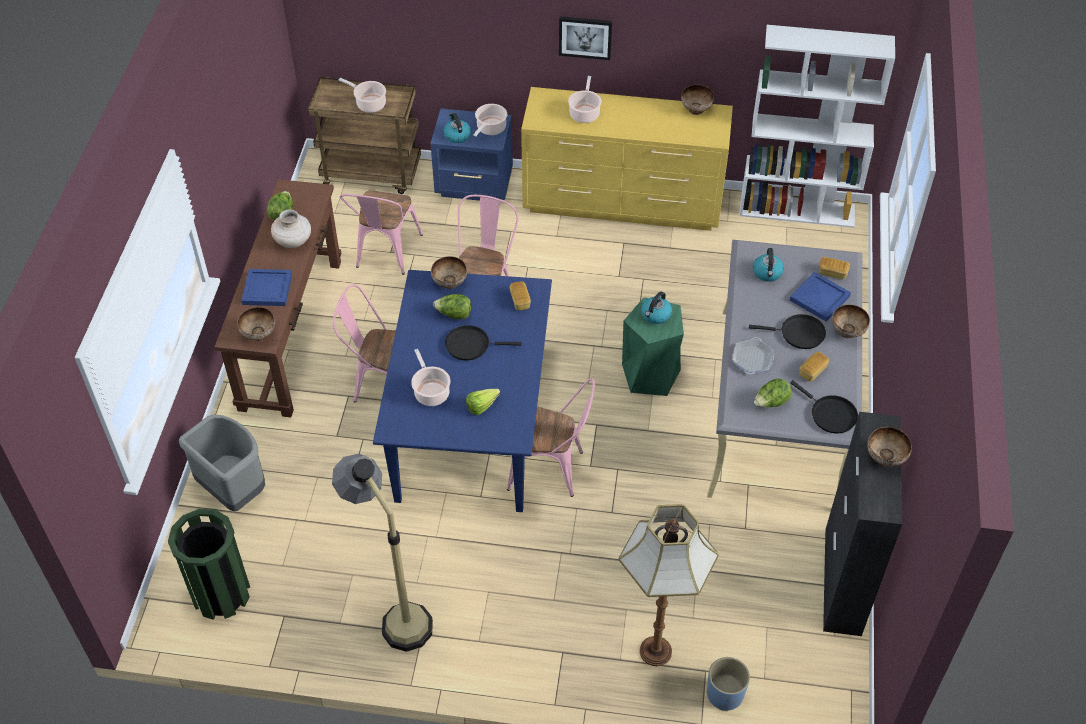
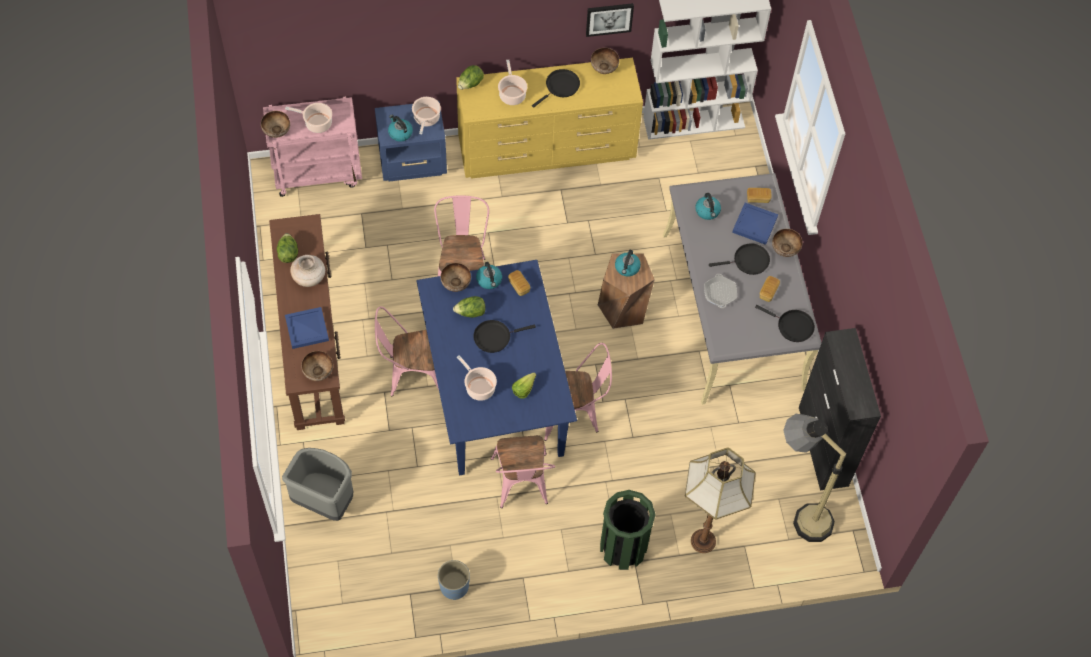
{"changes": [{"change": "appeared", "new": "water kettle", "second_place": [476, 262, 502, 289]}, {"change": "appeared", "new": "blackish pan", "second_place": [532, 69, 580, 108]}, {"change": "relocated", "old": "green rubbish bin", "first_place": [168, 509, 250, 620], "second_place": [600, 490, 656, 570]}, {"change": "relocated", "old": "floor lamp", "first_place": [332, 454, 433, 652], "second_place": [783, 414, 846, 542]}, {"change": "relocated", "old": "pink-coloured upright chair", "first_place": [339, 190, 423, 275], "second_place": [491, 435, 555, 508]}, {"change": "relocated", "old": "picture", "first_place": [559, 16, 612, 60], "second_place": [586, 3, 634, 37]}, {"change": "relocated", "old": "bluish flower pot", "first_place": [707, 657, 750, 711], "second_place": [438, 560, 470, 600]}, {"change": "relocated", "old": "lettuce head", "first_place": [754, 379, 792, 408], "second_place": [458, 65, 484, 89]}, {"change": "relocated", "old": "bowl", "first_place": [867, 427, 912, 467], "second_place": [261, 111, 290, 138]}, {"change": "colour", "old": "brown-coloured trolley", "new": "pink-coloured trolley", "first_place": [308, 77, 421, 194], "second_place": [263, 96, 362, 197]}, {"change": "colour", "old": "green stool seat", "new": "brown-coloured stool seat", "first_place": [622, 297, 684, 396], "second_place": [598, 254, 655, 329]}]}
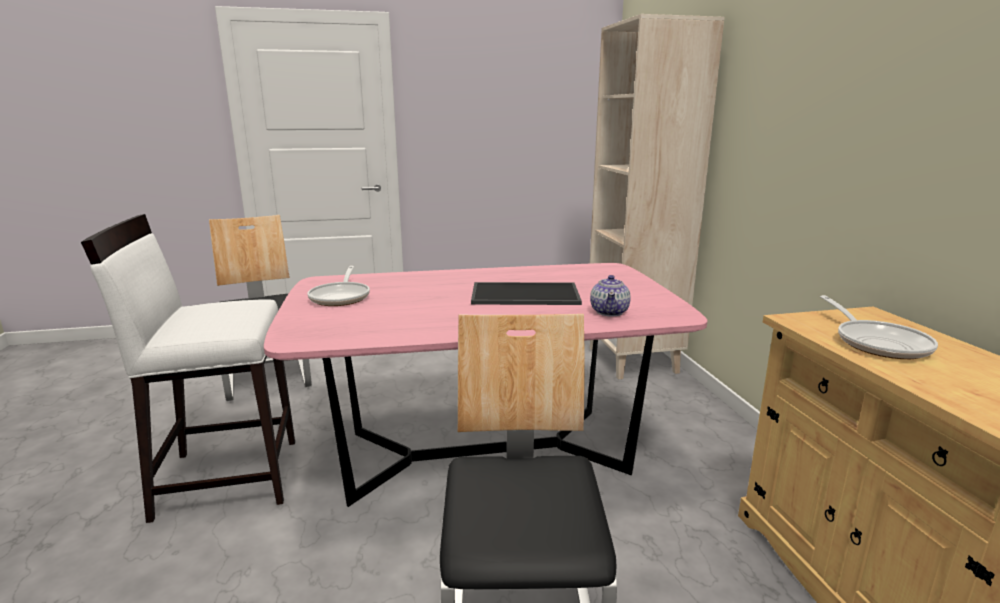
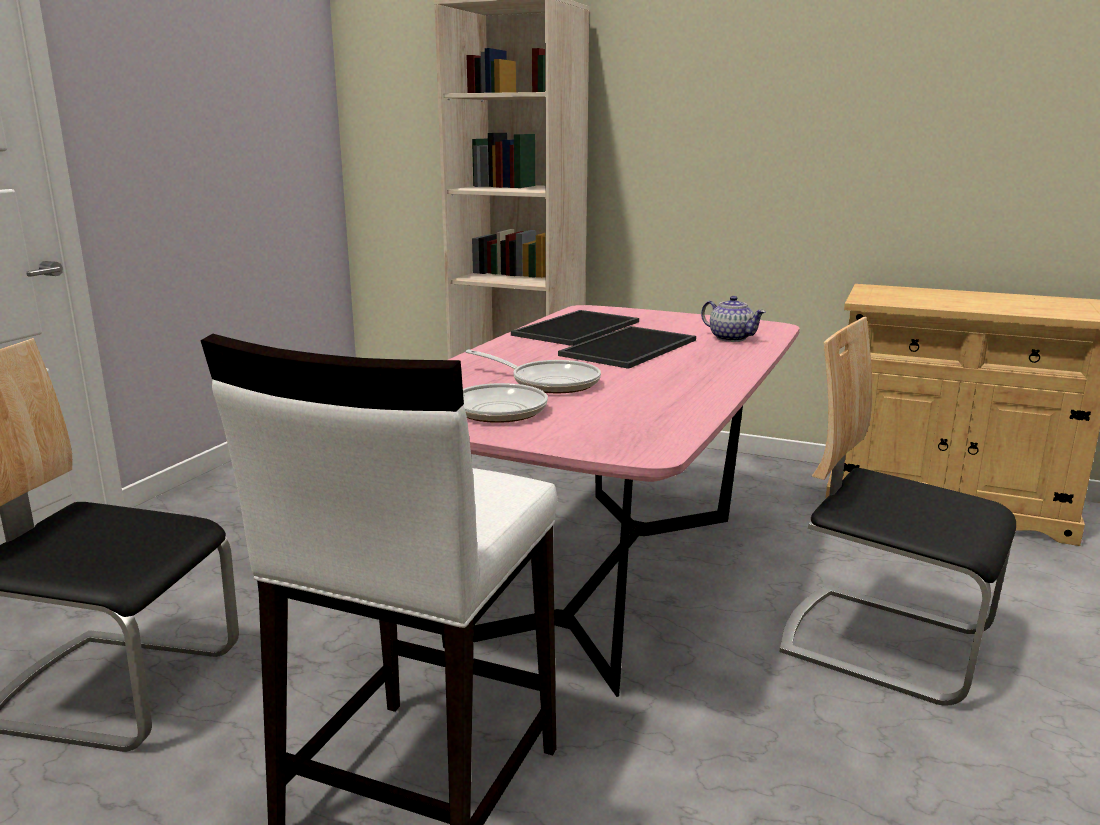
{"changes": [{"change": "appeared", "new": "tray", "second_place": [511, 310, 639, 346]}, {"change": "relocated", "old": "pan", "first_place": [820, 295, 938, 359], "second_place": [465, 349, 601, 393]}]}
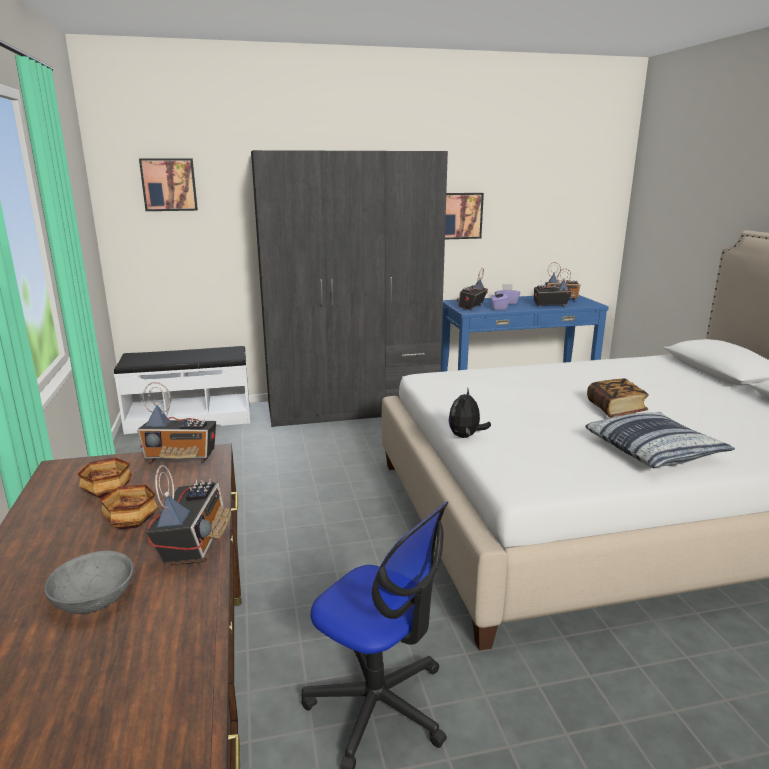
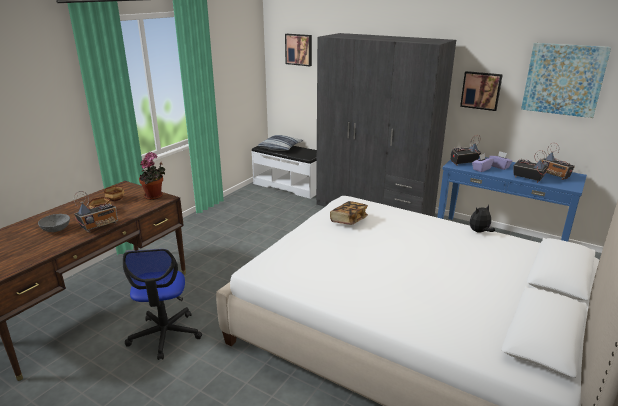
{"changes": [{"change": "appeared", "new": "picture", "second_place": [521, 43, 611, 118]}, {"change": "relocated", "old": "plush toy", "first_place": [449, 388, 491, 438], "second_place": [470, 205, 495, 233]}, {"change": "relocated", "old": "cushion", "first_place": [585, 412, 735, 468], "second_place": [258, 135, 303, 151]}, {"change": "relocated", "old": "bound book", "first_place": [587, 378, 649, 417], "second_place": [330, 201, 368, 225]}, {"change": "exchanged", "old": "radio receiver", "new": "potted plant", "first_place": [137, 382, 216, 463], "second_place": [139, 152, 165, 200]}]}
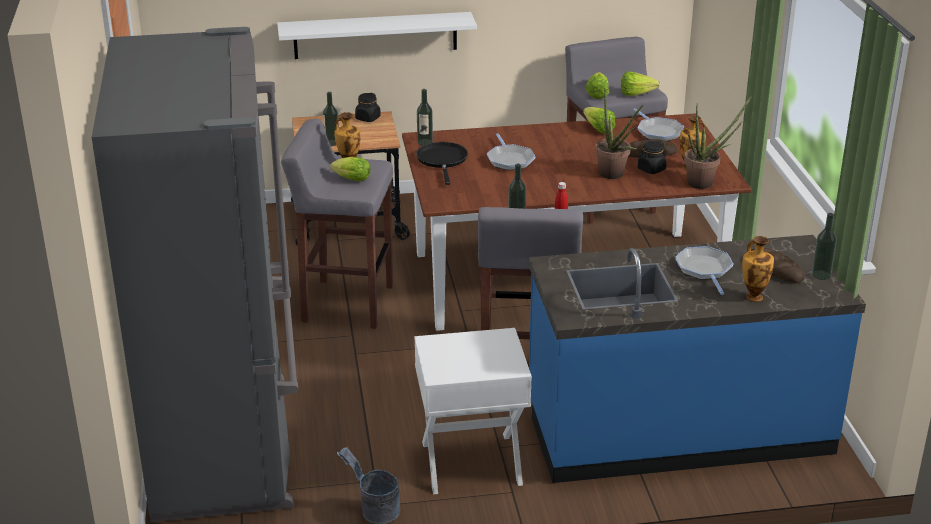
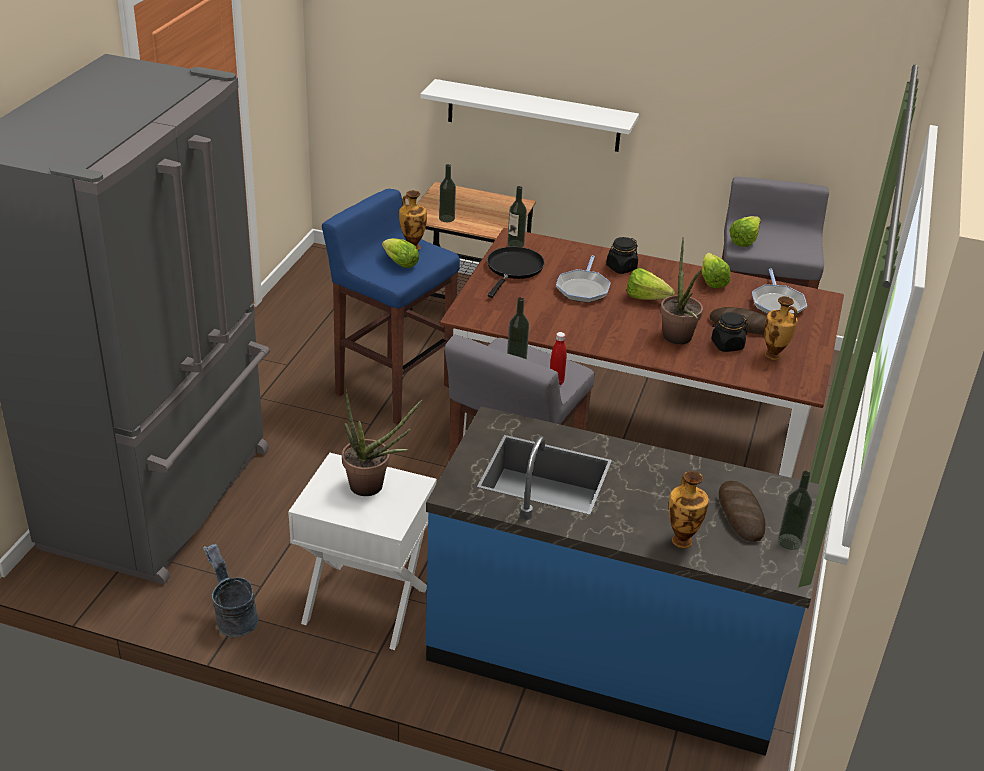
{"changes": [{"change": "missing", "old": "pan", "first_place": [675, 246, 733, 295]}, {"change": "relocated", "old": "blackish jar", "first_place": [355, 93, 381, 122], "second_place": [606, 237, 638, 274]}, {"change": "relocated", "old": "lettuce head", "first_place": [621, 72, 660, 96], "second_place": [627, 268, 675, 300]}, {"change": "relocated", "old": "potted plant", "first_place": [684, 95, 752, 189], "second_place": [342, 389, 422, 496]}, {"change": "colour", "old": "gray stool seat", "new": "bluish stool seat", "first_place": [281, 119, 393, 329], "second_place": [322, 189, 460, 425]}]}
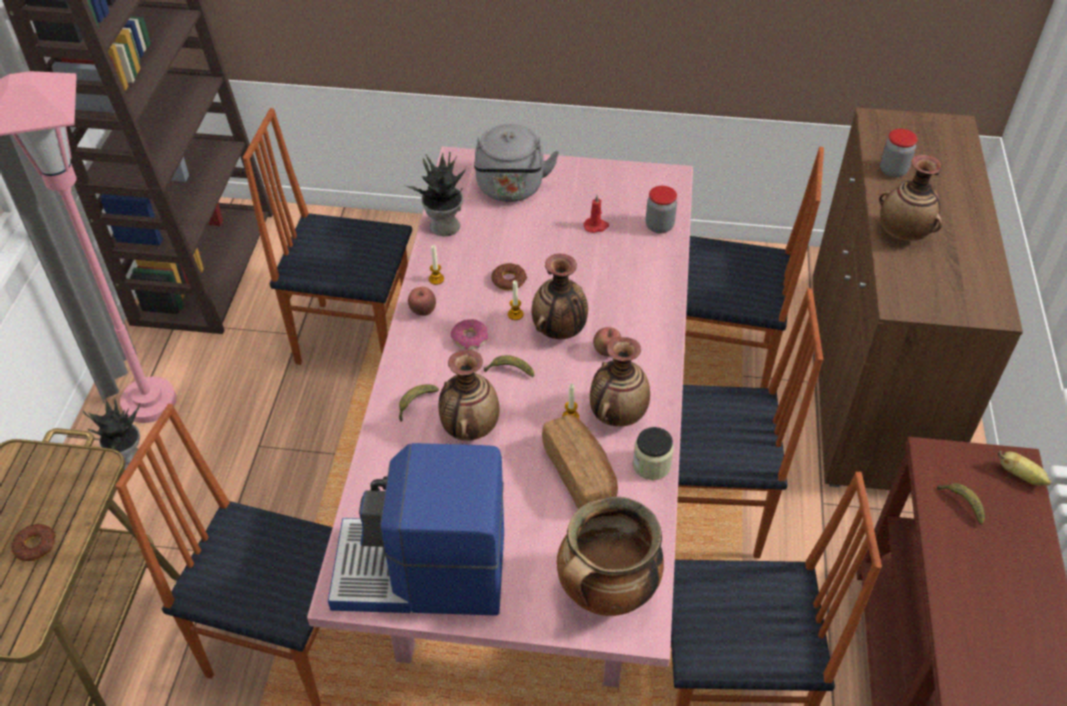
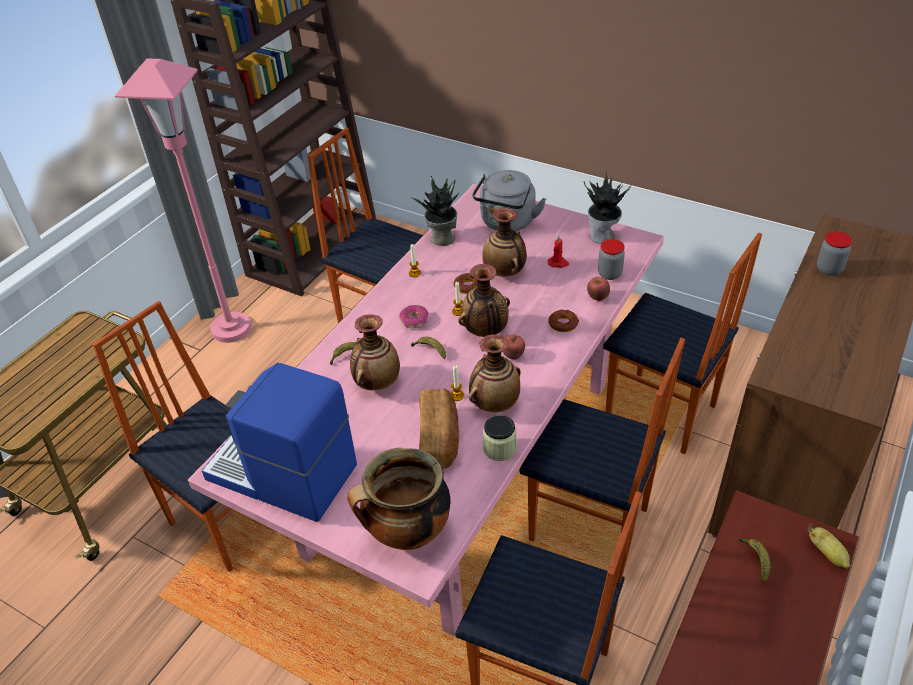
{"changes": [{"change": "relocated", "old": "ring doughnut", "first_place": [11, 524, 56, 561], "second_place": [548, 310, 579, 332]}, {"change": "relocated", "old": "potted plant", "first_place": [83, 396, 140, 469], "second_place": [584, 171, 632, 244]}, {"change": "relocated", "old": "apple fruit", "first_place": [408, 287, 436, 316], "second_place": [587, 277, 610, 301]}, {"change": "relocated", "old": "flower vase", "first_place": [879, 155, 942, 241], "second_place": [482, 208, 527, 276]}]}
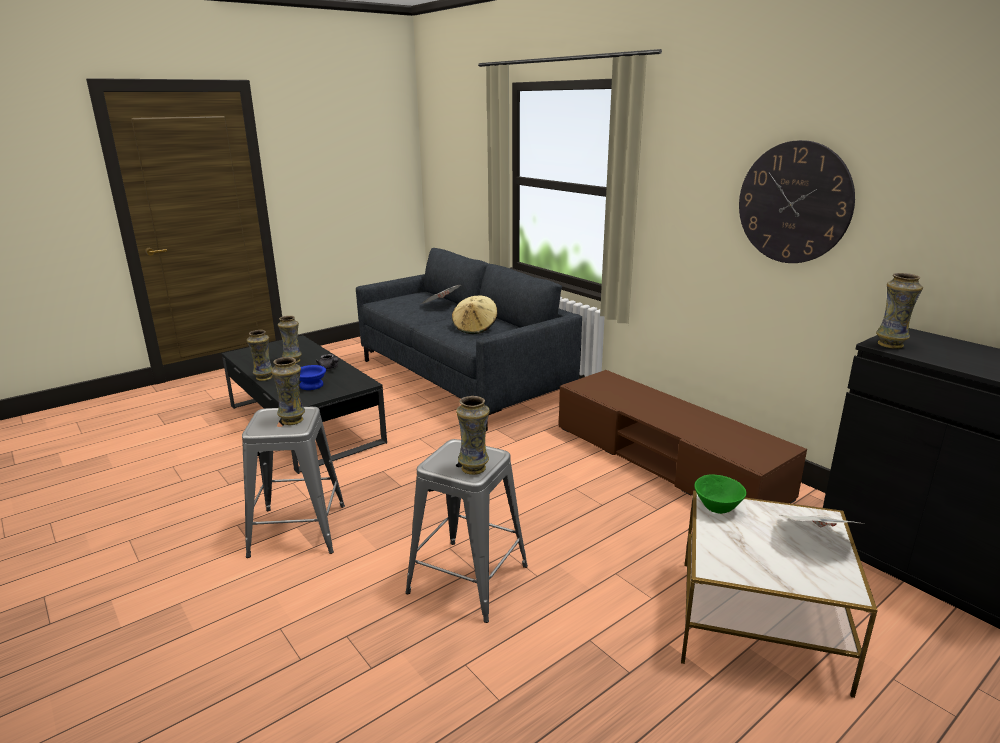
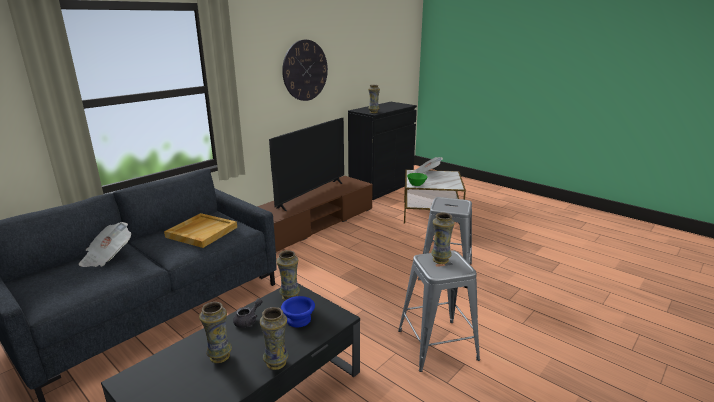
{"changes": [{"change": "appeared", "new": "TV", "second_place": [269, 118, 344, 211]}, {"change": "relocated", "old": "flower vase", "first_place": [456, 396, 490, 475], "second_place": [277, 250, 300, 301]}, {"change": "exchanged", "old": "beige wearable hat", "new": "beige tray", "first_place": [452, 296, 498, 334], "second_place": [164, 213, 237, 248]}]}
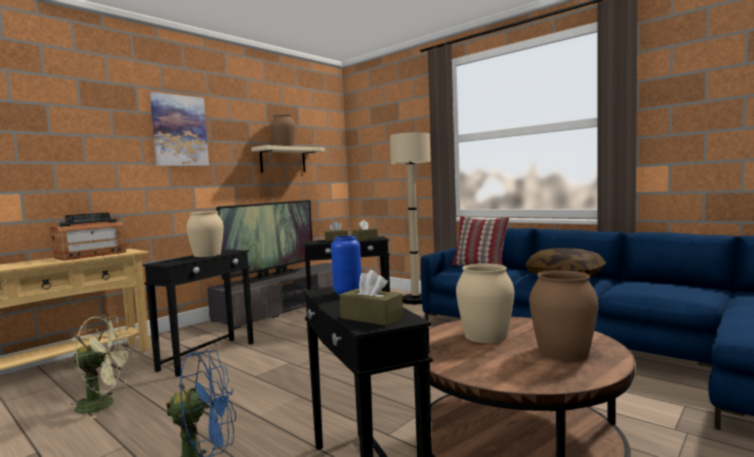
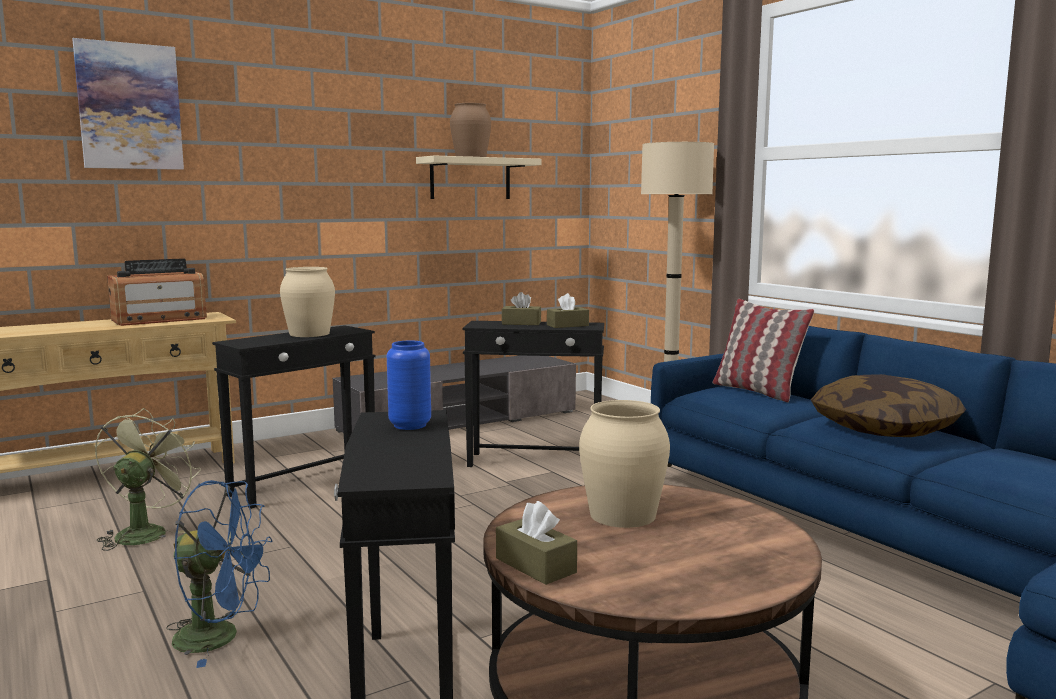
{"changes": [{"change": "missing", "old": "TV", "first_place": [216, 200, 313, 283]}, {"change": "missing", "old": "brown-coloured flower vase", "first_place": [529, 270, 599, 361]}, {"change": "relocated", "old": "picture", "first_place": [150, 92, 209, 166], "second_place": [72, 38, 184, 170]}, {"change": "relocated", "old": "brown-coloured tissue box", "first_place": [340, 270, 403, 326], "second_place": [496, 501, 577, 585]}, {"change": "spun", "old": "green cooling fan", "first_place": [70, 315, 134, 419], "second_place": [95, 408, 201, 551], "degrees": -90}]}
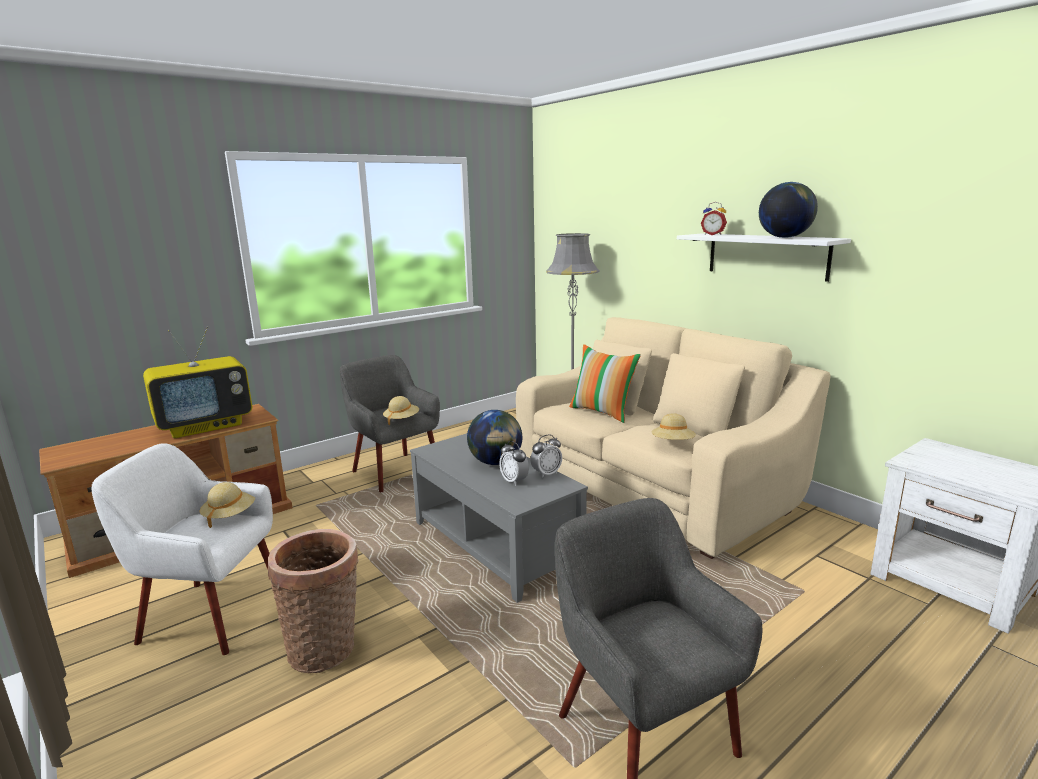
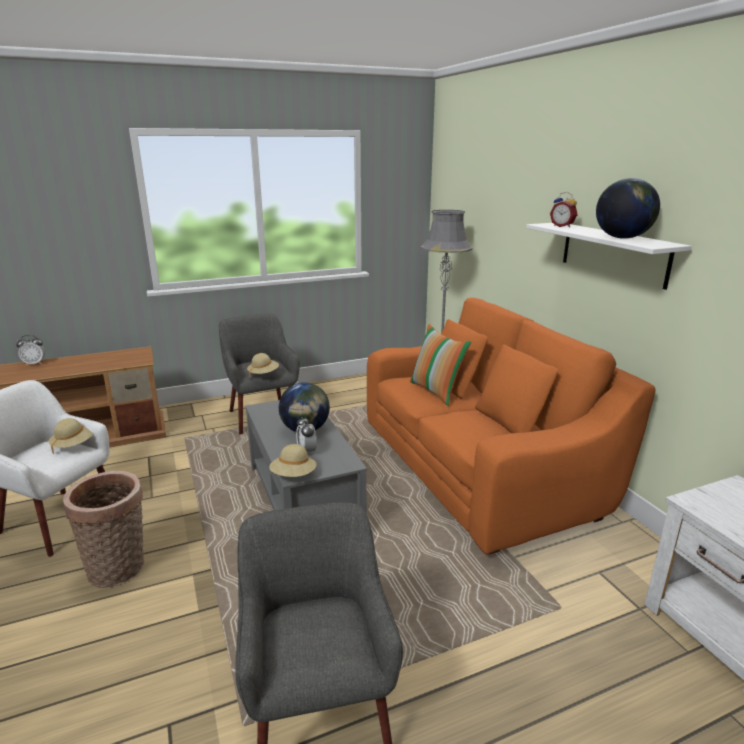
{"changes": [{"change": "missing", "old": "TV", "first_place": [143, 326, 252, 438]}, {"change": "relocated", "old": "alarm clock", "first_place": [530, 434, 562, 478], "second_place": [17, 335, 45, 366]}, {"change": "relocated", "old": "beige wearable hat", "first_place": [652, 414, 696, 440], "second_place": [269, 444, 317, 477]}, {"change": "colour", "old": "beige couch", "new": "orange-coloured couch", "first_place": [516, 317, 831, 559], "second_place": [367, 298, 655, 554]}]}
